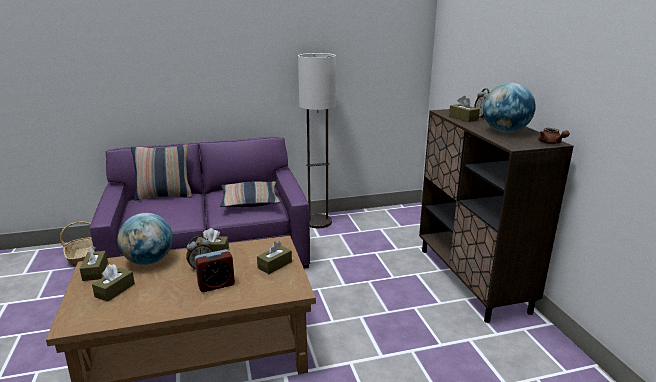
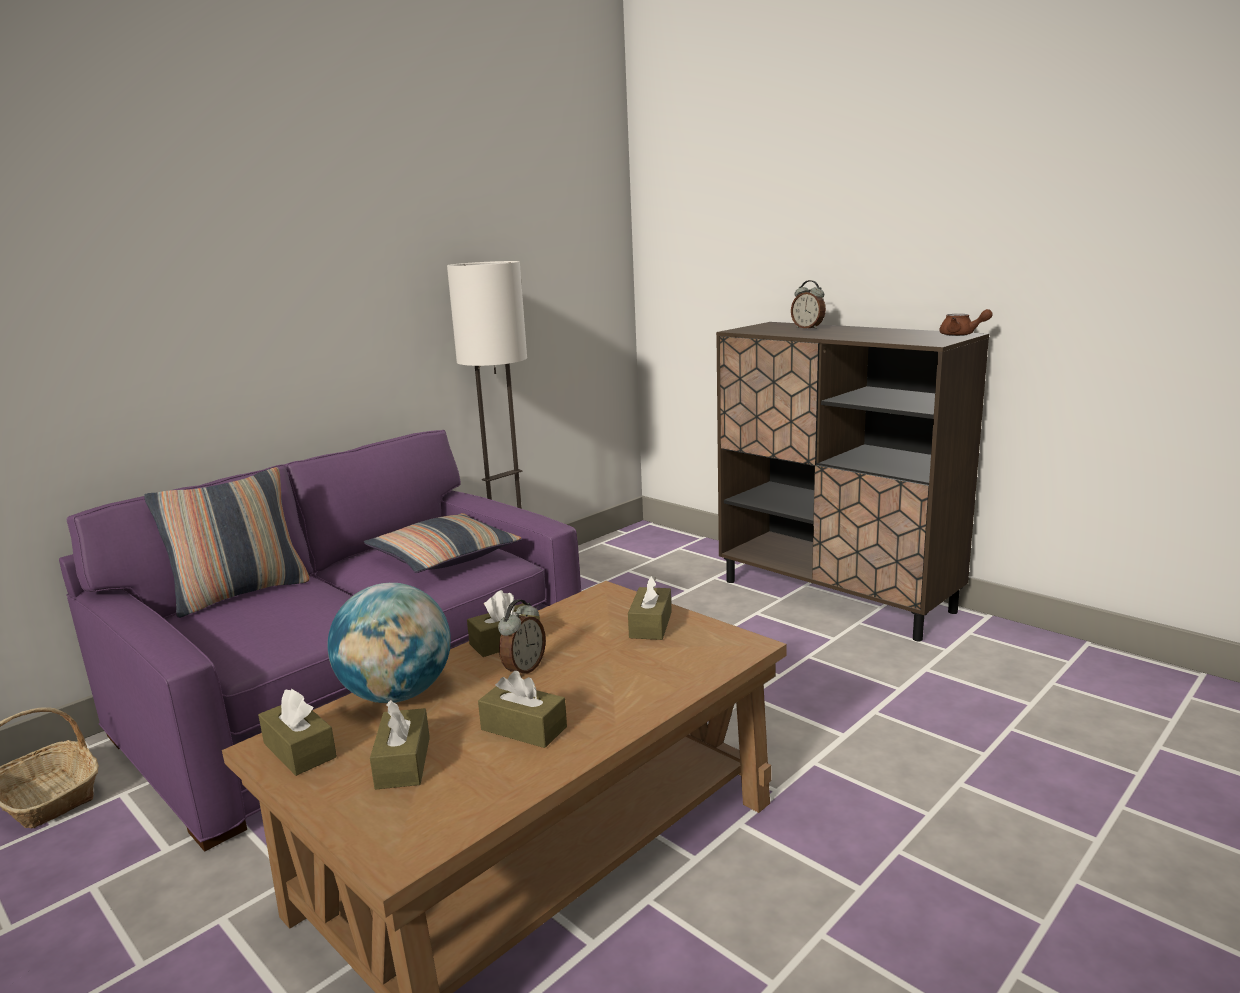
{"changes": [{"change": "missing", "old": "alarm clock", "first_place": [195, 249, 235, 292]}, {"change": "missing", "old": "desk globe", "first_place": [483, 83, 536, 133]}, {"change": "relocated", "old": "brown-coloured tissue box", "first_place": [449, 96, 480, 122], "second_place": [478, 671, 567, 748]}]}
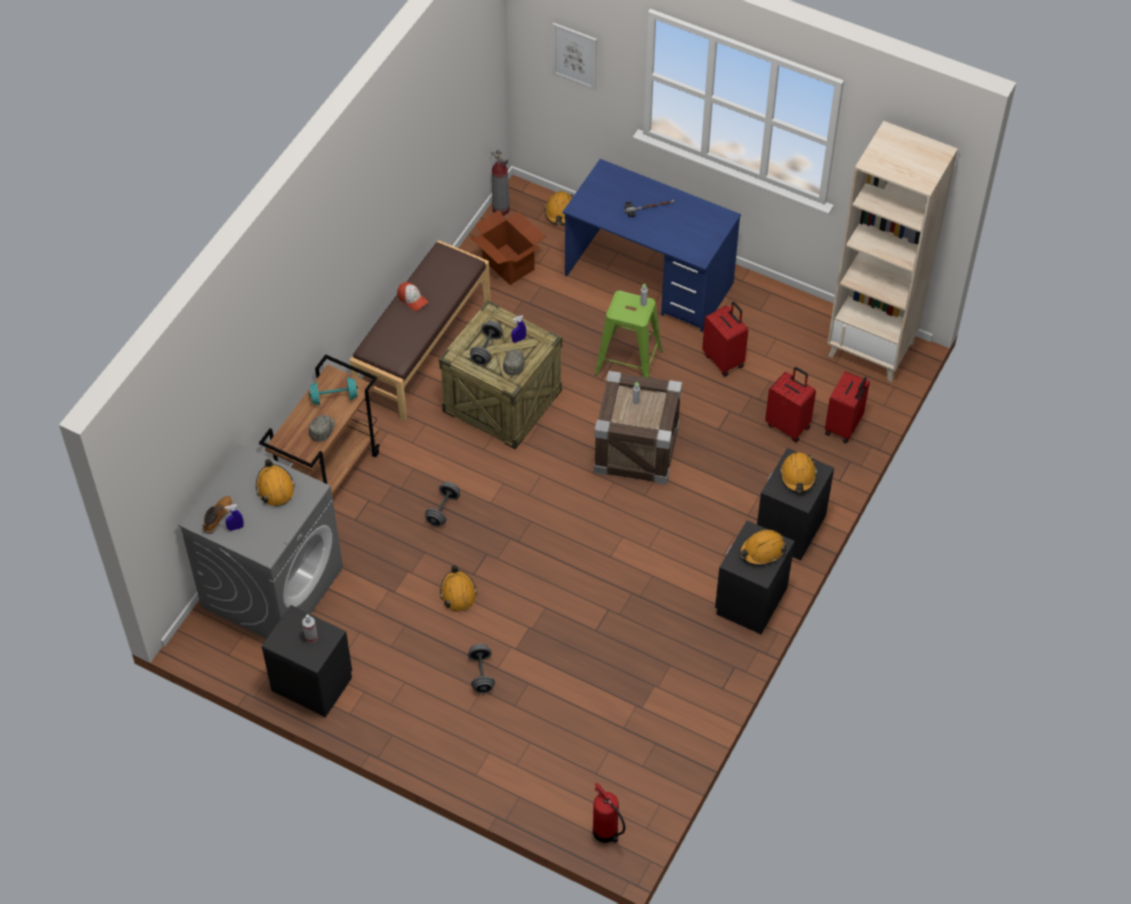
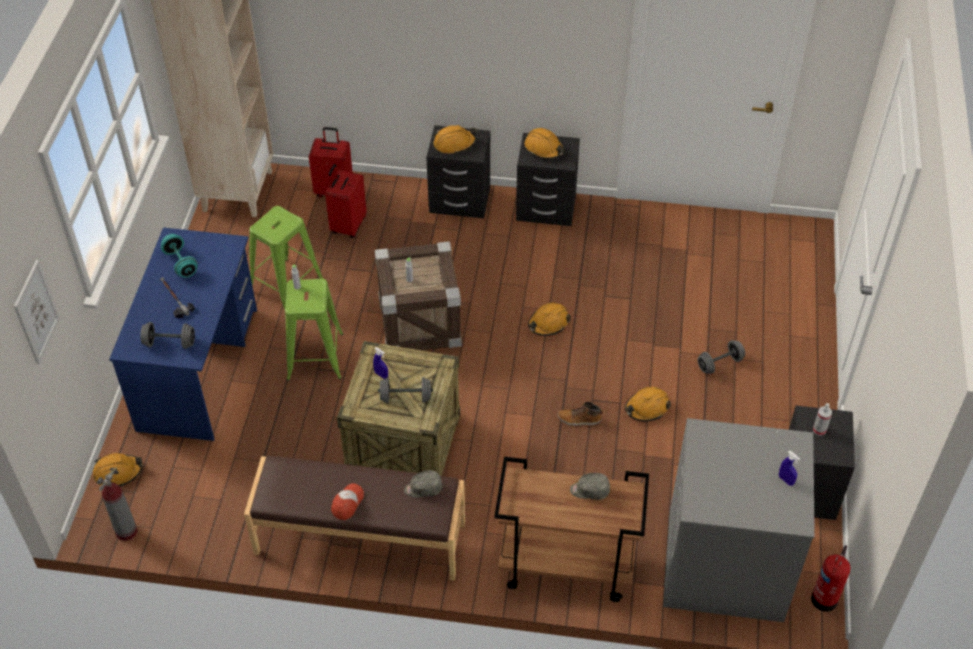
{"changes": [{"change": "missing", "old": "carton", "first_place": [471, 210, 546, 285]}, {"change": "relocated", "old": "high-top boot", "first_place": [203, 496, 233, 534], "second_place": [558, 402, 602, 426]}, {"change": "relocated", "old": "orange-coloured work helmet", "first_place": [256, 459, 295, 506], "second_place": [528, 302, 571, 336]}, {"change": "relocated", "old": "turquoise hand weight", "first_place": [309, 377, 358, 405], "second_place": [161, 234, 198, 278]}, {"change": "relocated", "old": "gray hand weight", "first_place": [425, 482, 460, 527], "second_place": [140, 322, 195, 349]}, {"change": "relocated", "old": "gray peaked cap", "first_place": [503, 349, 525, 375], "second_place": [404, 470, 442, 498]}, {"change": "relocated", "old": "fire-fighting cylinder", "first_place": [593, 782, 625, 843], "second_place": [811, 545, 851, 612]}, {"change": "exchanged", "old": "reddish piece of luggage", "new": "green stool seat", "first_place": [702, 301, 748, 377], "second_place": [249, 206, 324, 310]}]}
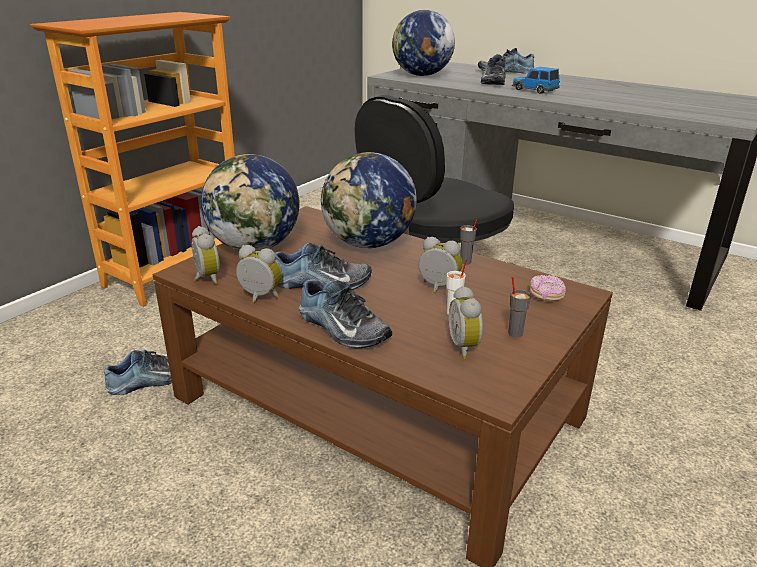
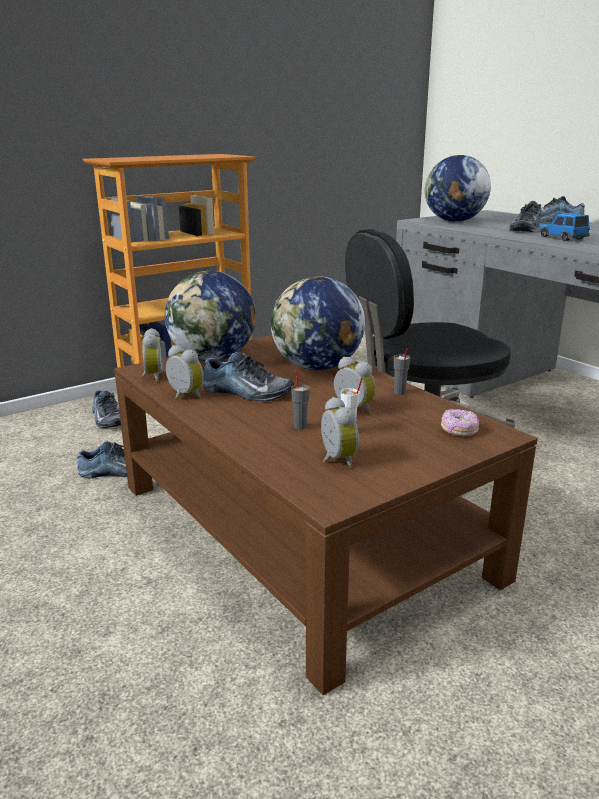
{"changes": [{"change": "relocated", "old": "shoe", "first_place": [299, 279, 392, 348], "second_place": [92, 390, 121, 428]}, {"change": "relocated", "old": "gray small cup", "first_place": [508, 277, 531, 338], "second_place": [291, 371, 310, 430]}, {"change": "spun", "old": "alarm clock", "first_place": [449, 286, 483, 359], "second_place": [321, 397, 359, 468], "degrees": 150}]}
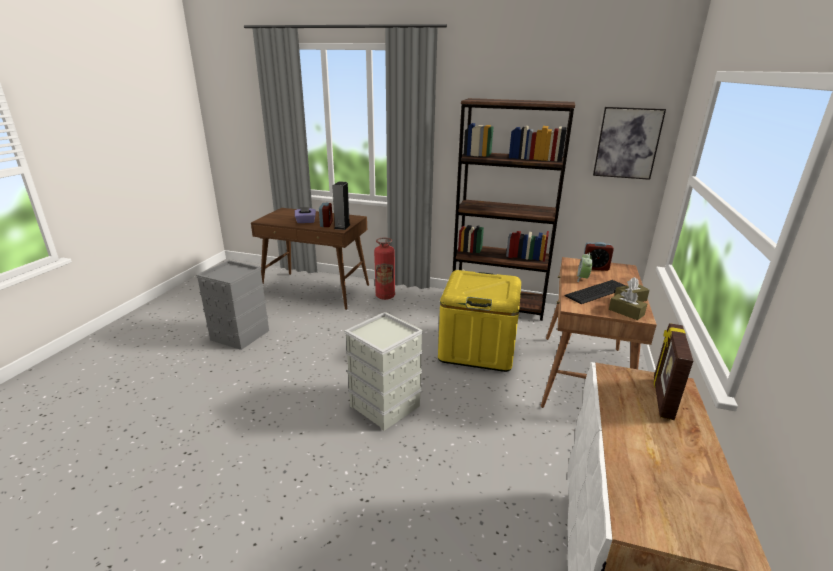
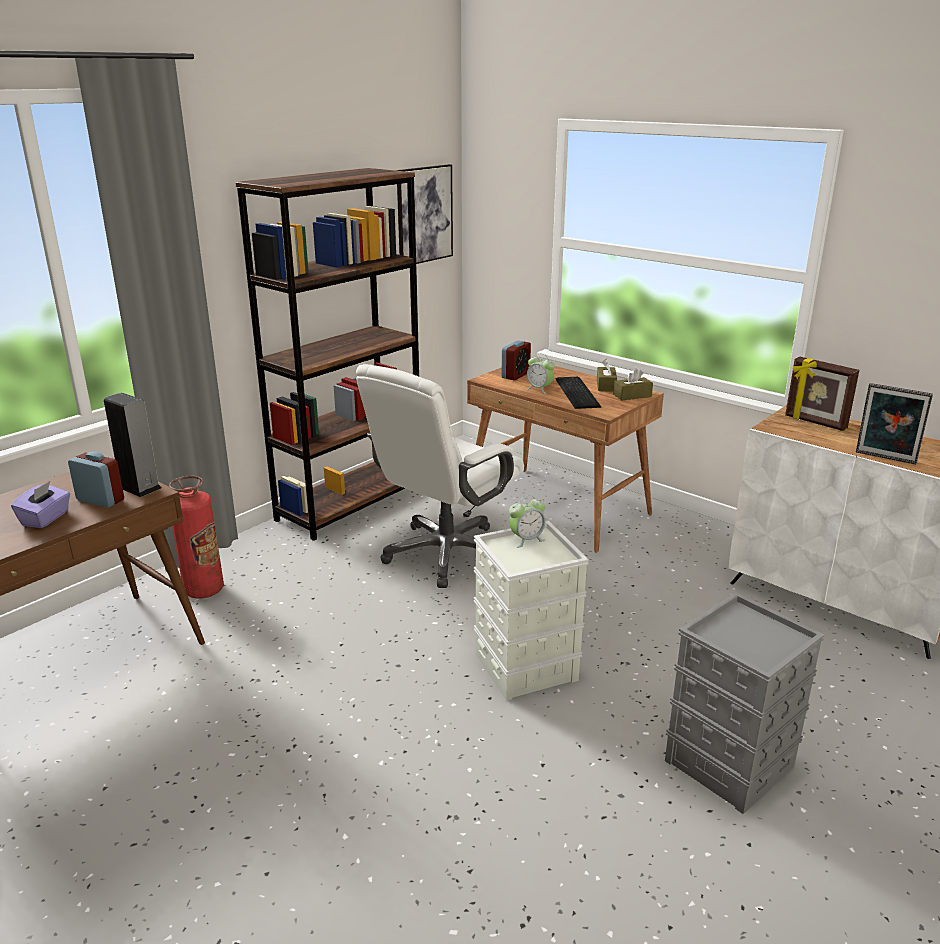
{"changes": [{"change": "appeared", "new": "alarm clock", "second_place": [509, 495, 546, 548]}, {"change": "appeared", "new": "standing frame", "second_place": [856, 383, 933, 465]}, {"change": "relocated", "old": "gray storage container", "first_place": [196, 260, 269, 350], "second_place": [665, 592, 824, 814]}, {"change": "exchanged", "old": "yellow storage container", "new": "white-coloured office chair", "first_place": [438, 270, 521, 372], "second_place": [356, 364, 524, 588]}]}
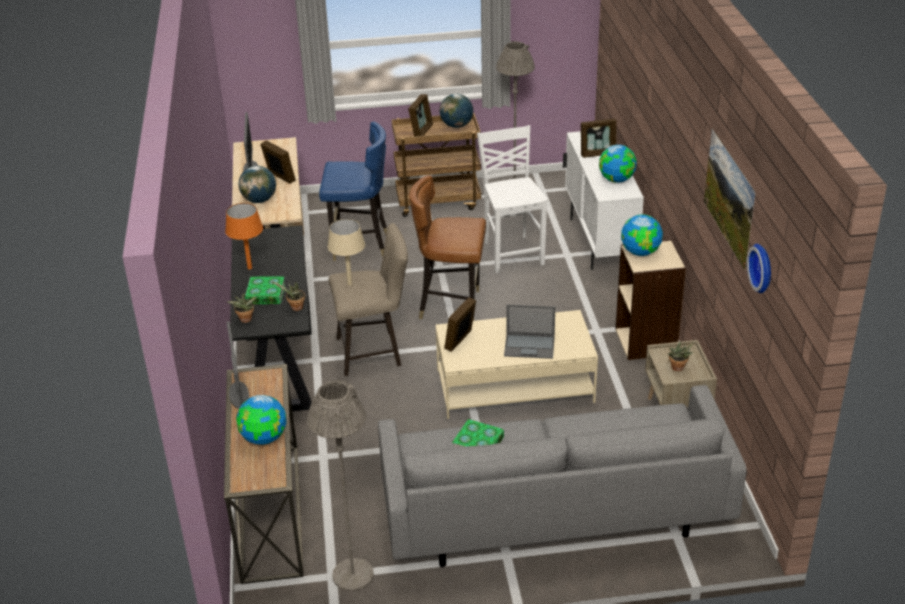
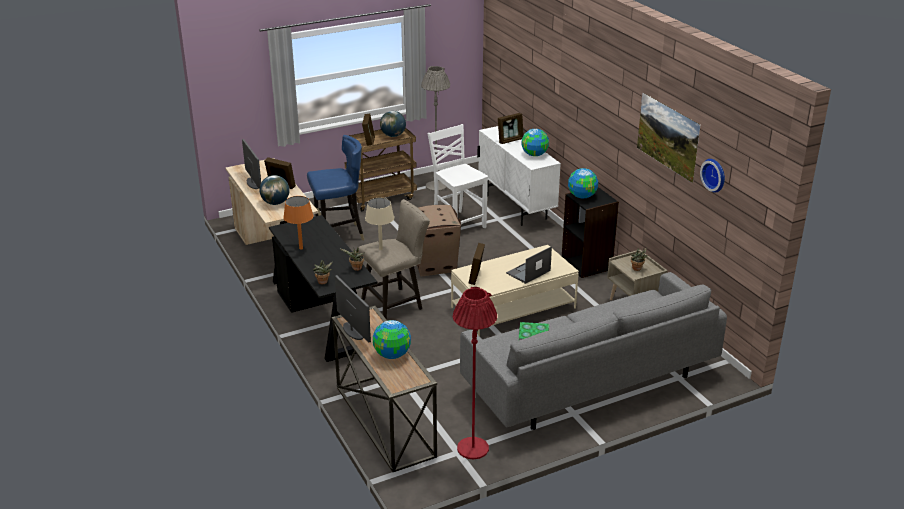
{"changes": [{"change": "missing", "old": "bound book", "first_place": [245, 276, 285, 304]}, {"change": "exchanged", "old": "brown-coloured upright chair", "new": "carton", "first_place": [409, 175, 486, 321], "second_place": [417, 205, 461, 277]}, {"change": "colour", "old": "gray floor lamp", "new": "reddish floor lamp", "first_place": [307, 379, 374, 591], "second_place": [453, 287, 497, 459]}, {"change": "colour", "old": "beige bookshelf", "new": "blackish bookshelf", "first_place": [615, 240, 686, 360], "second_place": [562, 187, 619, 278]}, {"change": "spun", "old": "notebook computer", "first_place": [504, 305, 555, 359], "second_place": [506, 246, 552, 284], "degrees": 150}]}
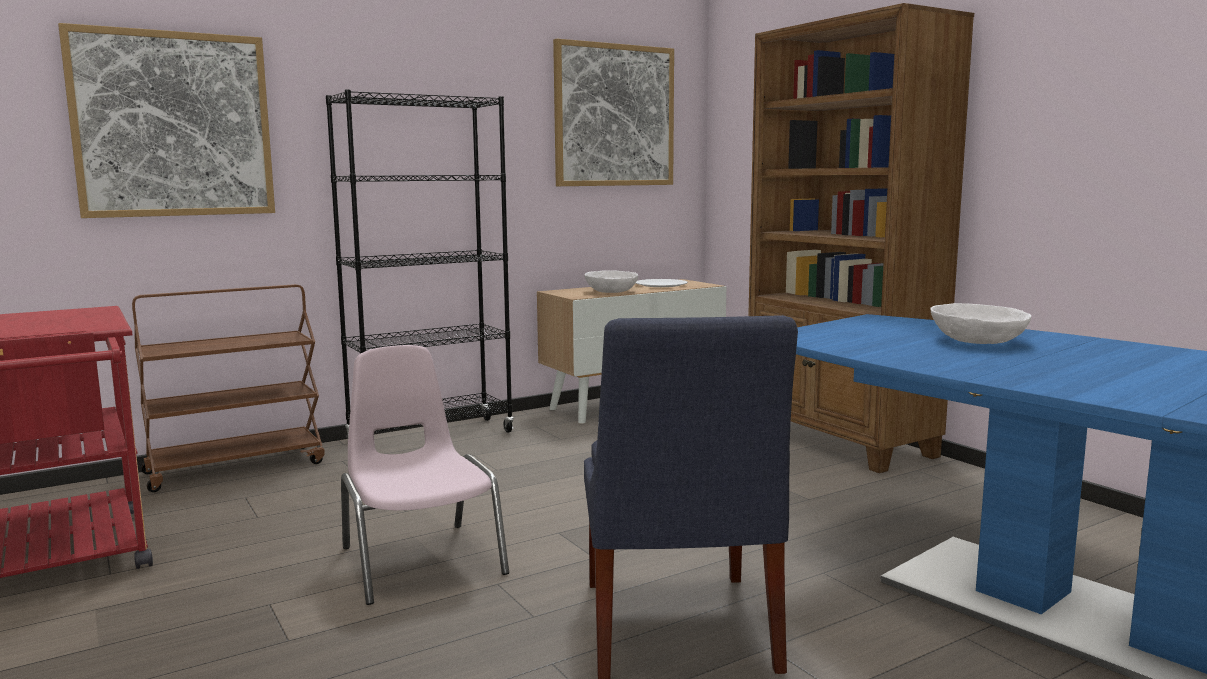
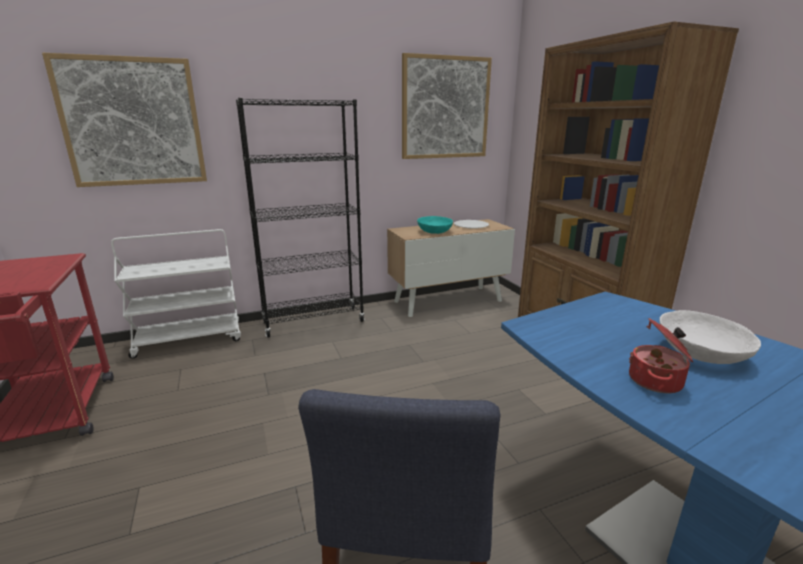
{"changes": [{"change": "missing", "old": "pink-coloured upright chair", "first_place": [341, 345, 509, 605]}, {"change": "appeared", "new": "cooking pot", "second_place": [629, 318, 694, 393]}, {"change": "colour", "old": "brown-coloured trolley", "new": "white-coloured trolley", "first_place": [132, 284, 324, 492], "second_place": [111, 229, 241, 359]}, {"change": "colour", "old": "white-coloured bowl", "new": "turquoise bowl", "first_place": [585, 270, 638, 293], "second_place": [417, 216, 453, 234]}]}
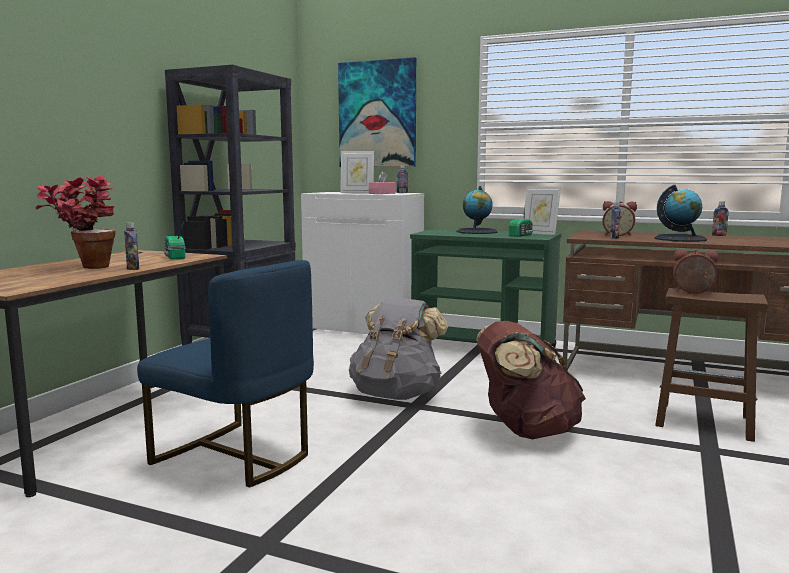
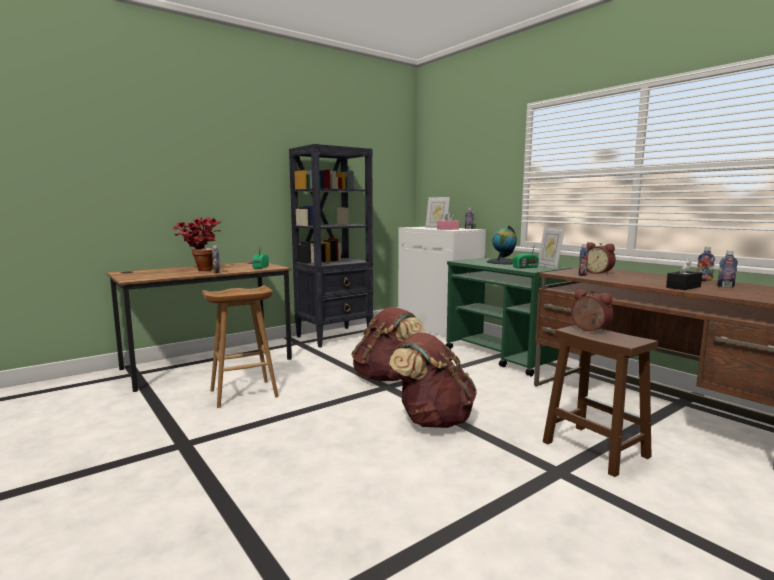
{"changes": [{"change": "missing", "old": "picture", "first_place": [338, 57, 416, 167]}, {"change": "missing", "old": "desk globe", "first_place": [654, 185, 707, 242]}, {"change": "appeared", "new": "blackish tissue box", "second_place": [666, 259, 702, 290]}, {"change": "appeared", "new": "beverage bottle", "second_place": [717, 250, 738, 288]}, {"change": "exchanged", "old": "bluish upright chair", "new": "brown-coloured stool seat", "first_place": [137, 260, 314, 488], "second_place": [202, 285, 279, 408]}, {"change": "colour", "old": "gray rucksack", "new": "brown-coloured rucksack", "first_place": [349, 298, 448, 400], "second_place": [351, 307, 424, 381]}]}
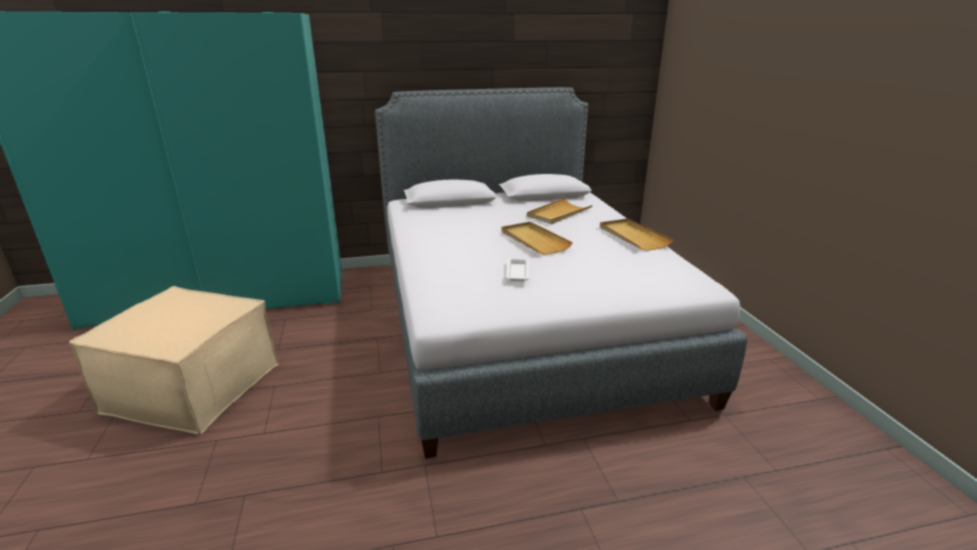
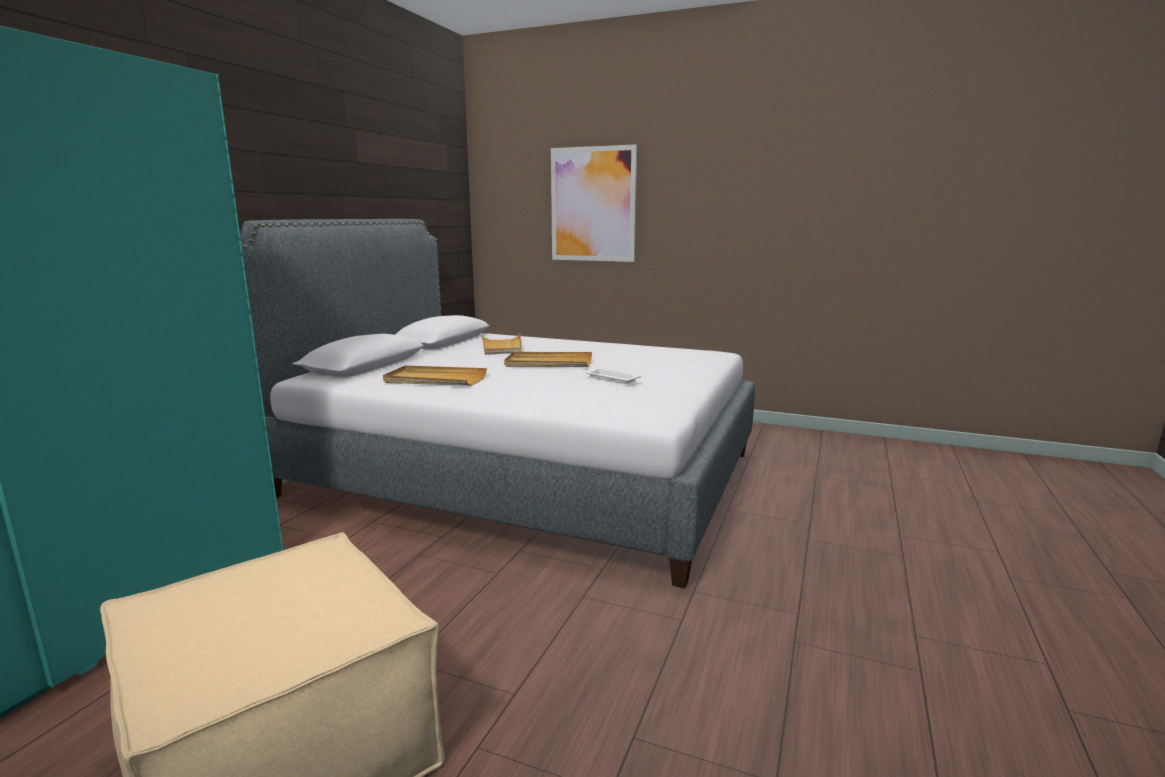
{"changes": [{"change": "appeared", "new": "picture", "second_place": [551, 144, 637, 262]}, {"change": "relocated", "old": "beige tray", "first_place": [600, 219, 673, 251], "second_place": [383, 365, 487, 386]}]}
